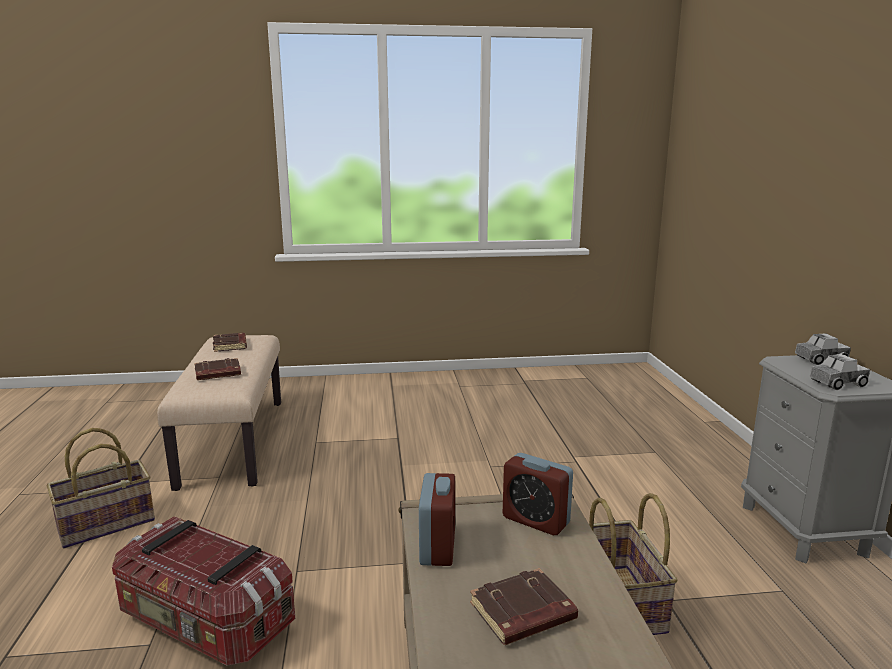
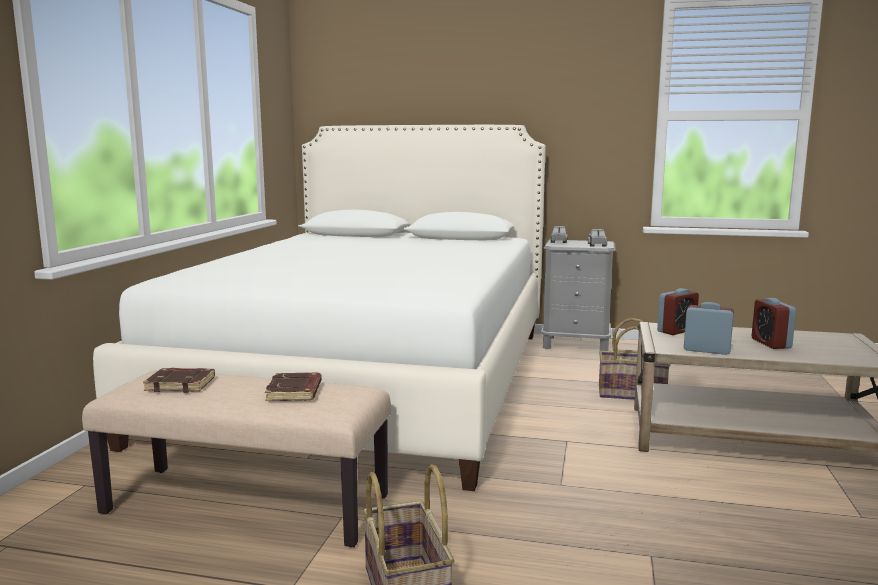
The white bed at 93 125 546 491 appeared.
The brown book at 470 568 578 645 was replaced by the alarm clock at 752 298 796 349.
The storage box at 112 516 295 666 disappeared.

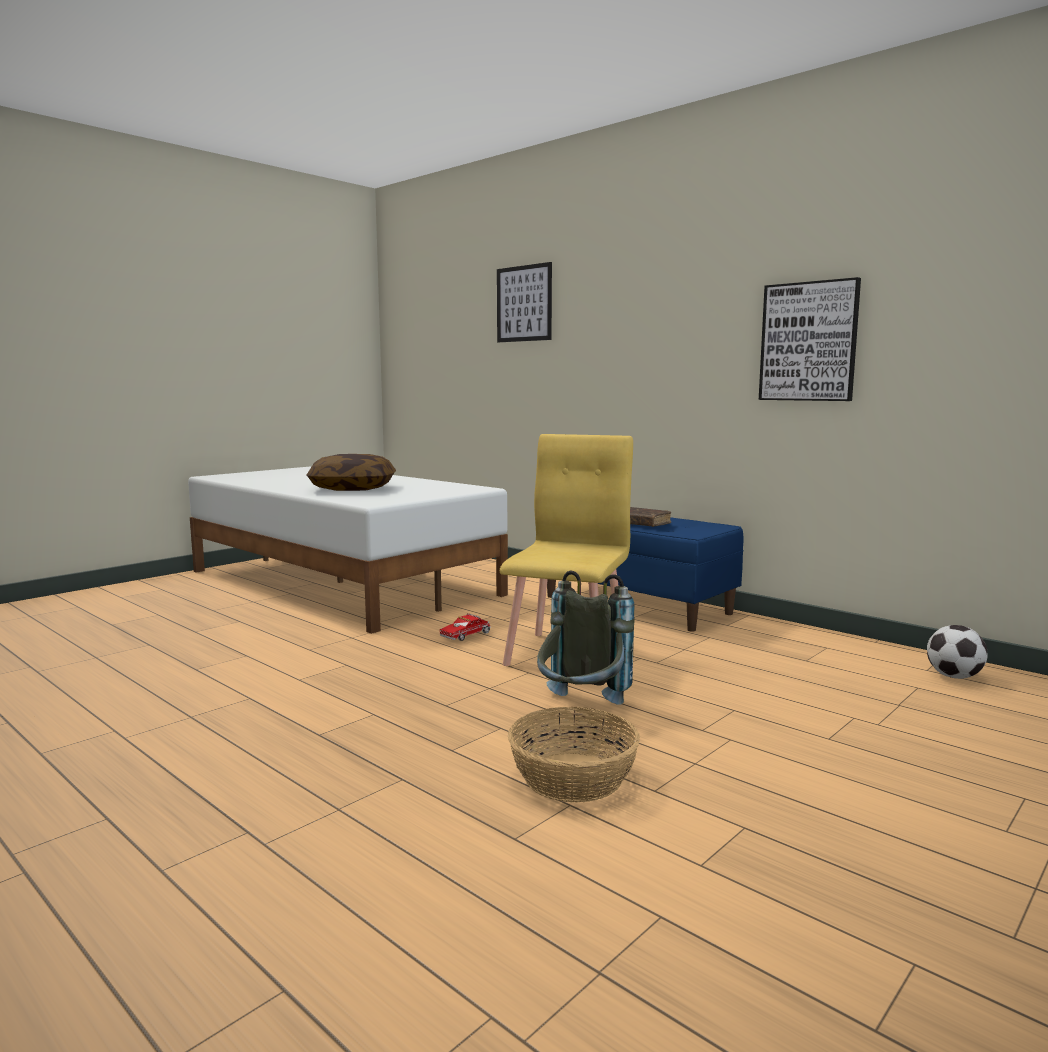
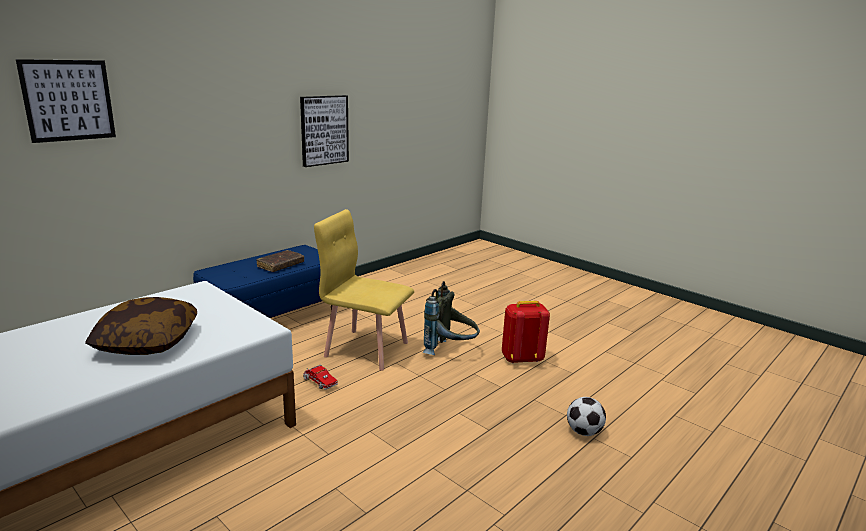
The basket at 508 707 640 803 was replaced by the red backpack at 502 301 550 363.
The football moved from 927 625 988 679 to 567 397 606 436.

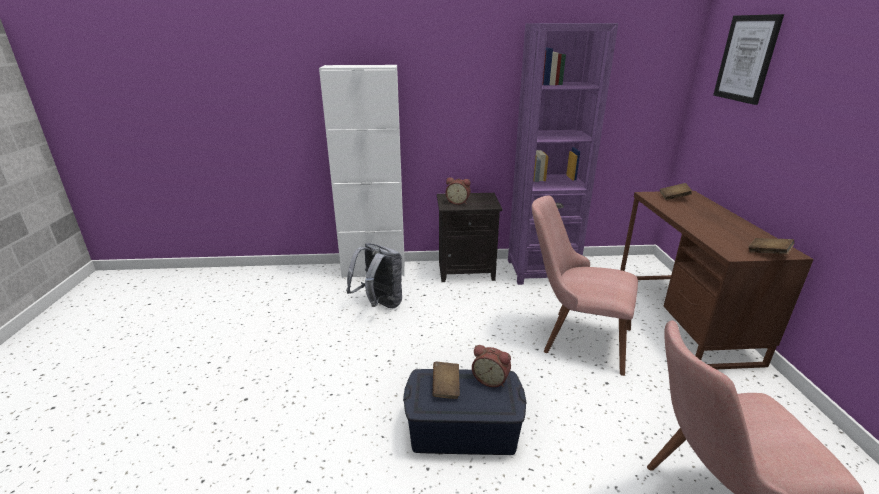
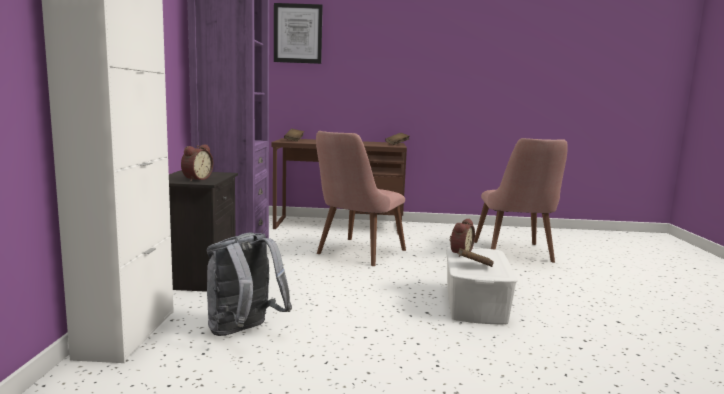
The blue storage box at 403 369 527 455 became the white storage box at 446 247 518 324.

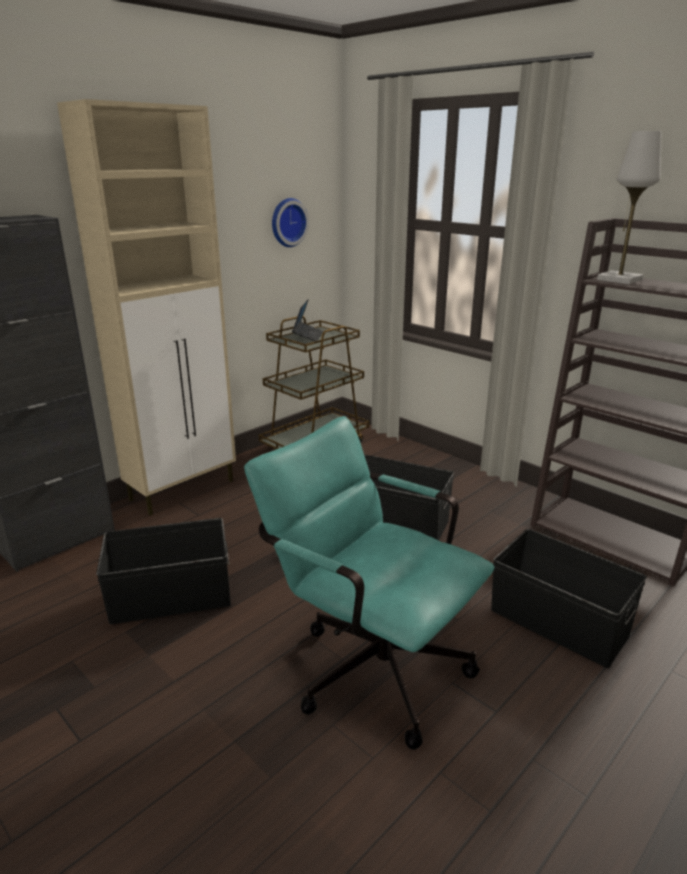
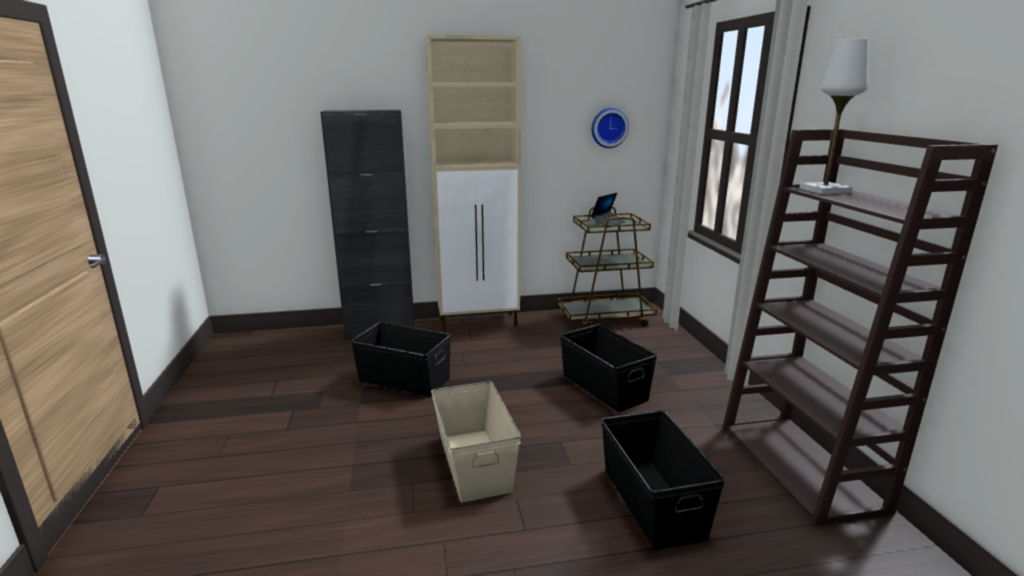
The turquoise office chair at 244 416 494 750 was replaced by the beige storage box at 431 381 521 503.

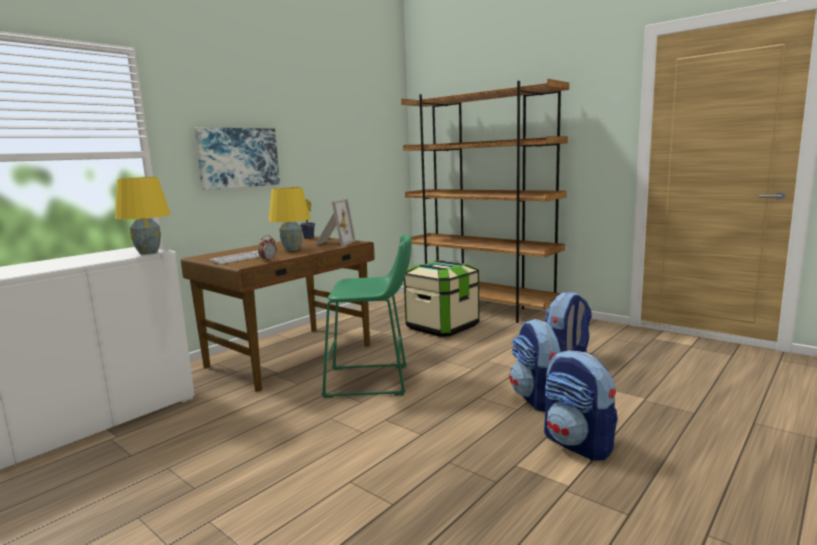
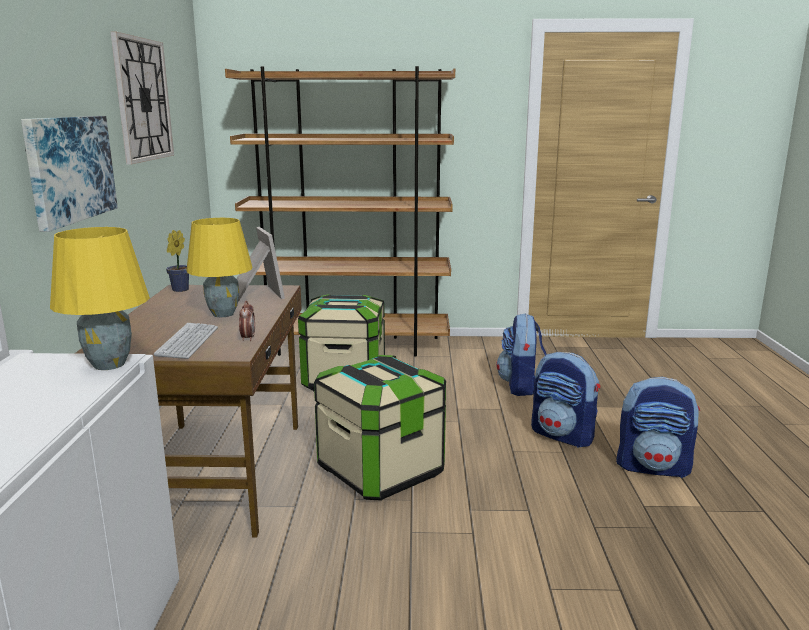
The wall clock at 111 32 174 164 appeared.
The green stool at 321 234 412 398 was replaced by the storage box at 314 355 446 501.

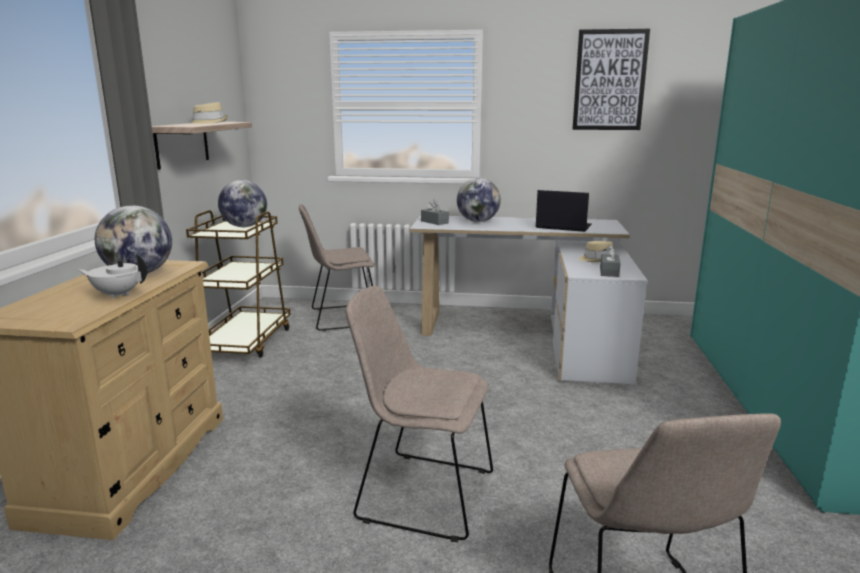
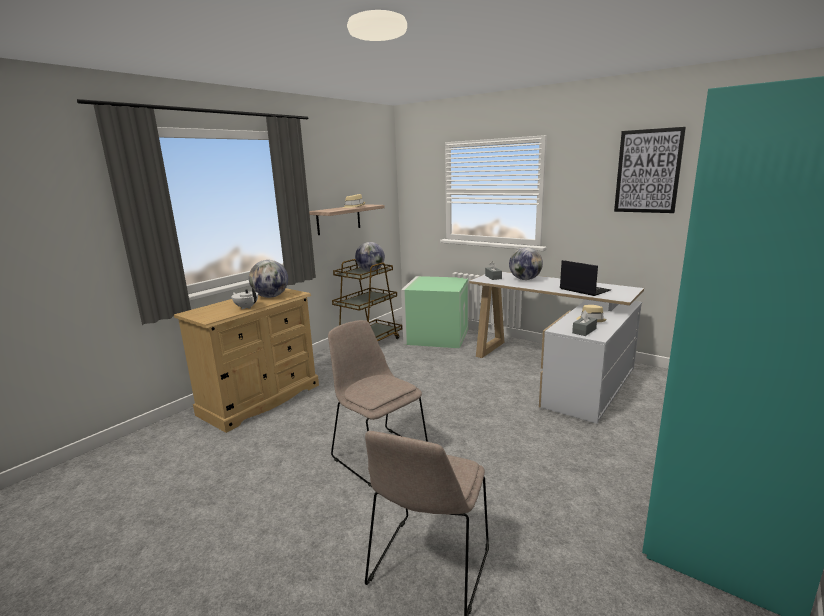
The beige chair at 299 204 374 331 was replaced by the green storage box at 401 276 468 348.

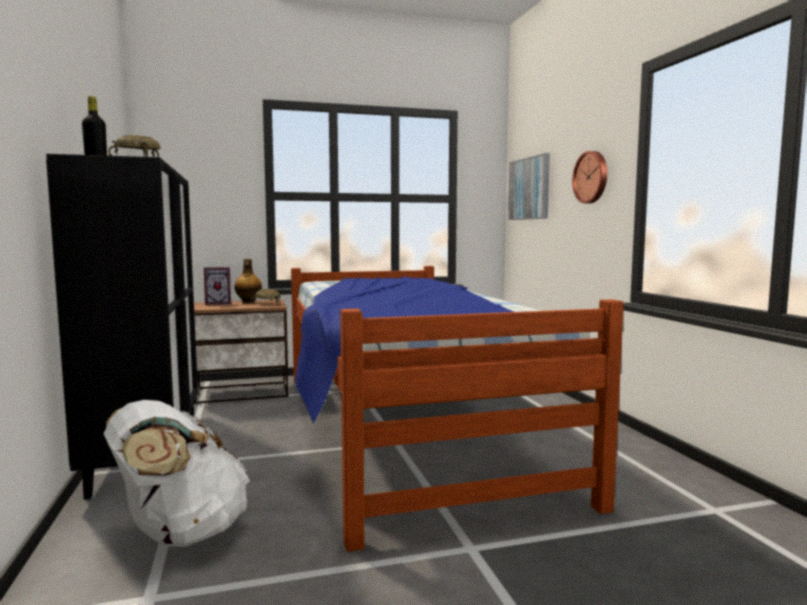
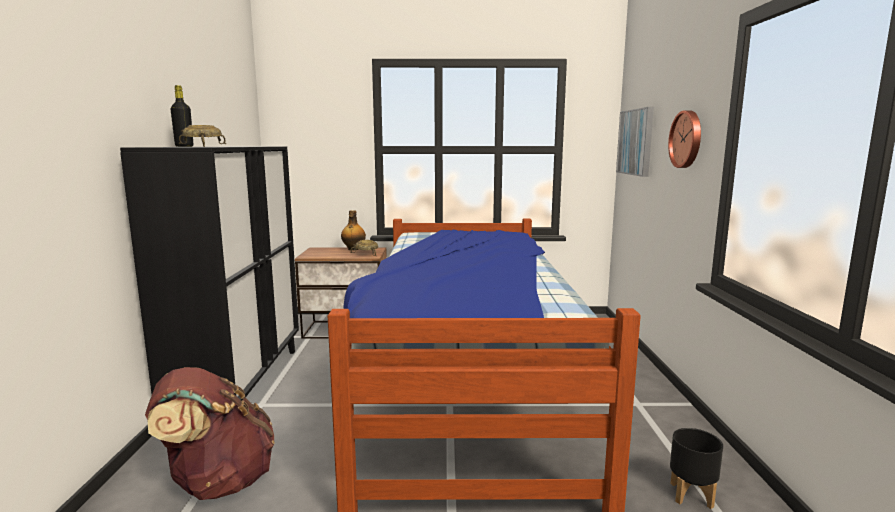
The white backpack at 104 400 250 547 became the brown backpack at 145 367 275 500.
The black planter at 670 428 723 509 appeared.
The picture frame at 204 267 231 305 disappeared.

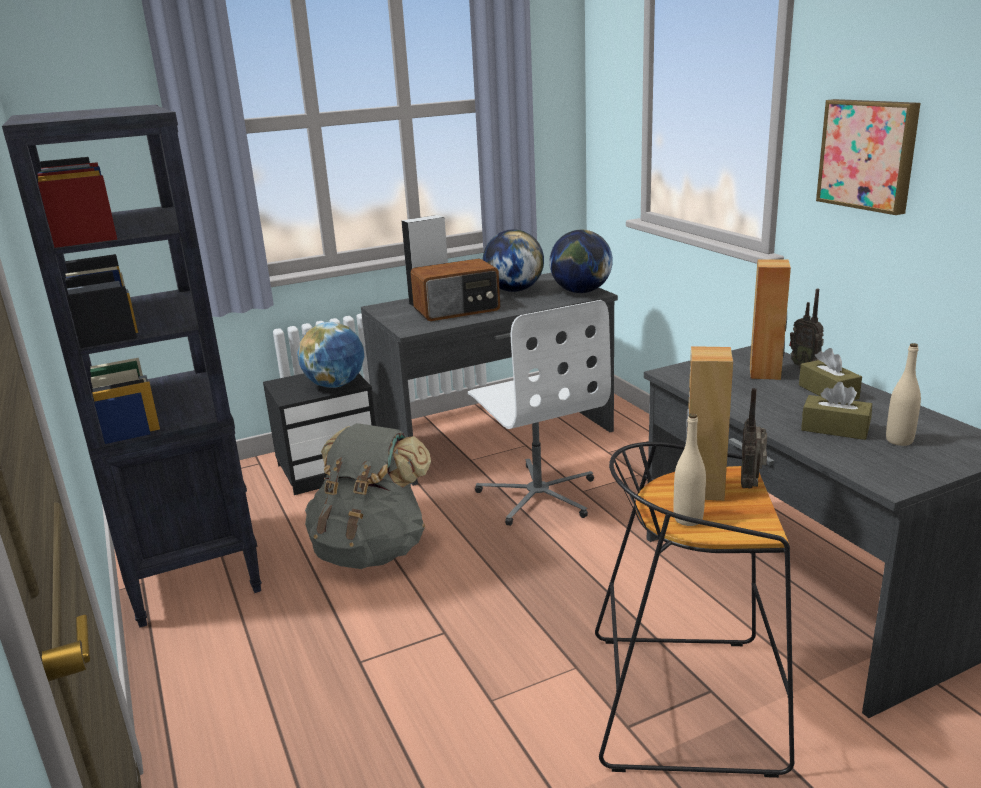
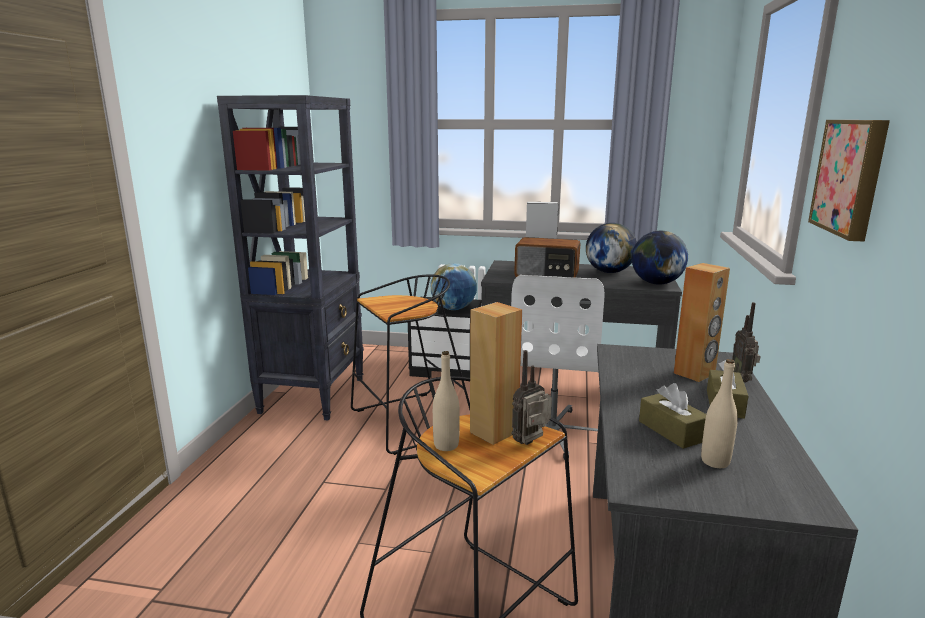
The grey backpack at 305 423 431 569 was replaced by the black stool at 351 275 470 455.

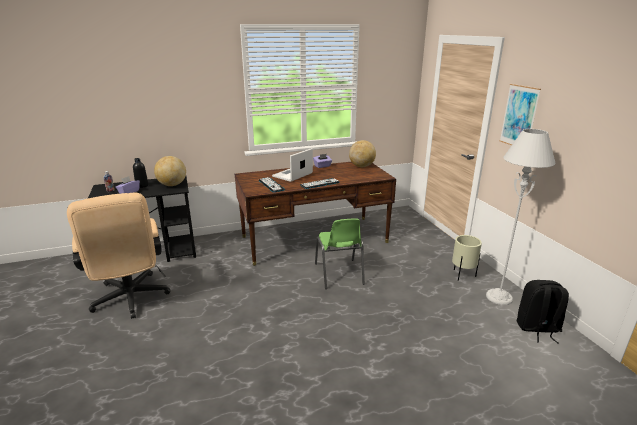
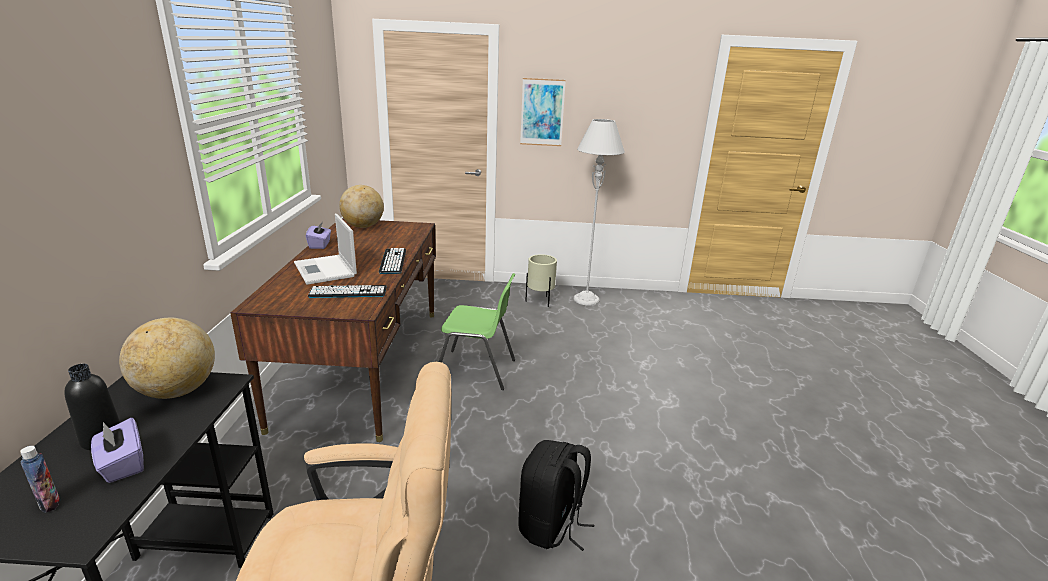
The black backpack moved from 517 280 569 344 to 518 440 594 551.

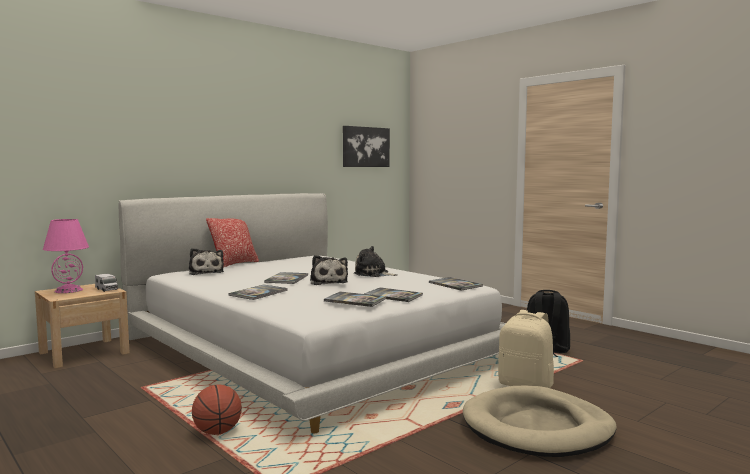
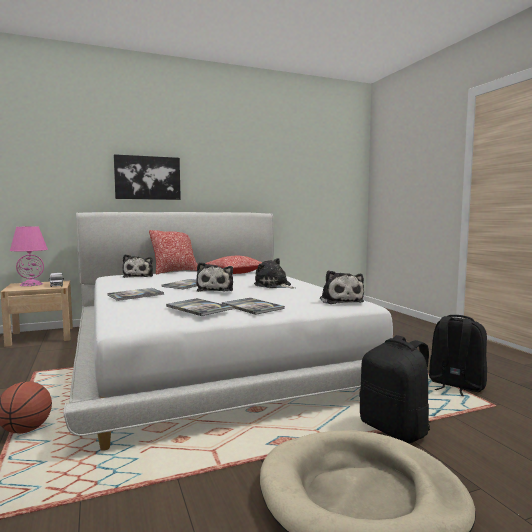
The picture moved from 343 126 390 167 to 114 154 181 200.
The pillow at 206 256 262 274 appeared.
The book at 429 277 483 291 was replaced by the plush toy at 320 270 364 304.
The beige backpack at 498 310 554 388 became the black backpack at 359 335 431 443.

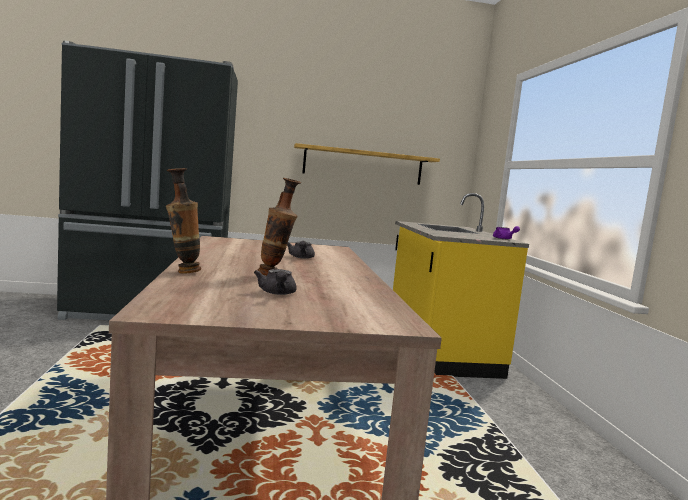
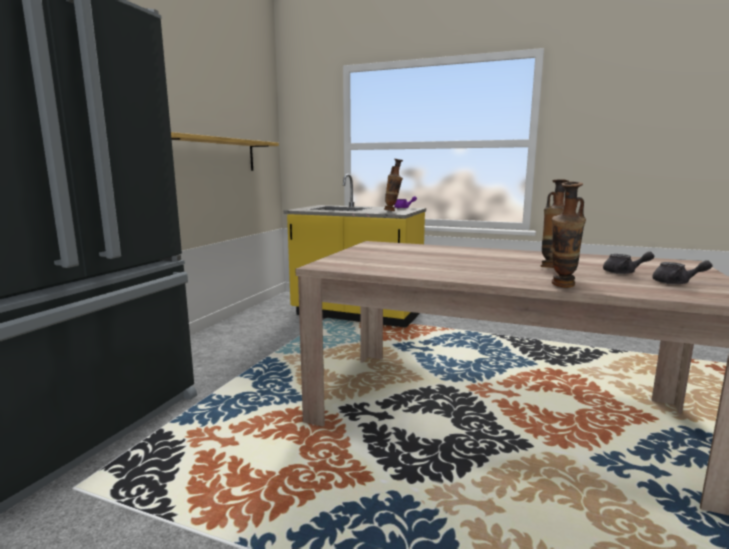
The vase at 384 159 403 211 appeared.
The grey teapot moved from 287 241 315 259 to 652 260 712 285.

